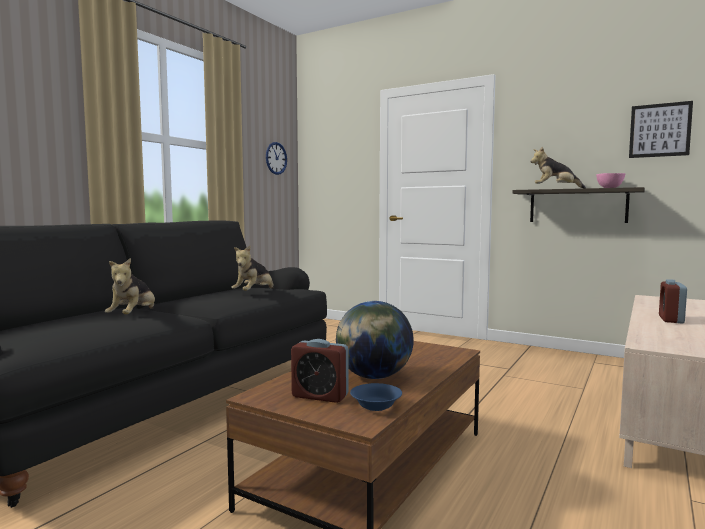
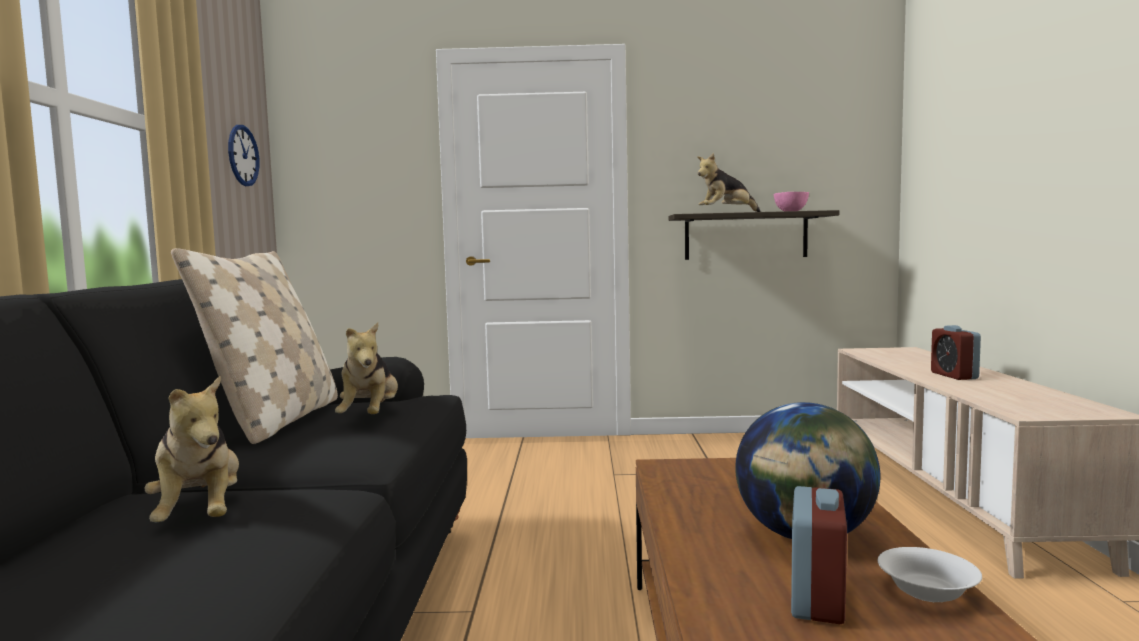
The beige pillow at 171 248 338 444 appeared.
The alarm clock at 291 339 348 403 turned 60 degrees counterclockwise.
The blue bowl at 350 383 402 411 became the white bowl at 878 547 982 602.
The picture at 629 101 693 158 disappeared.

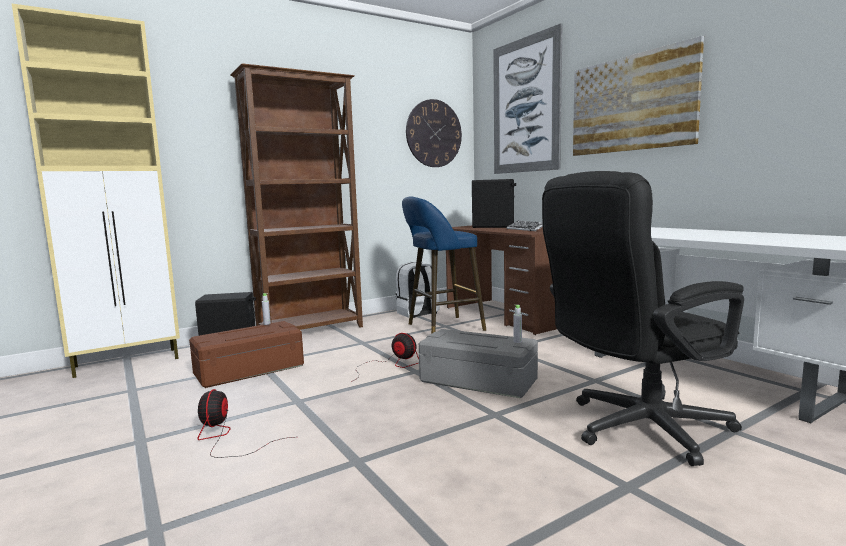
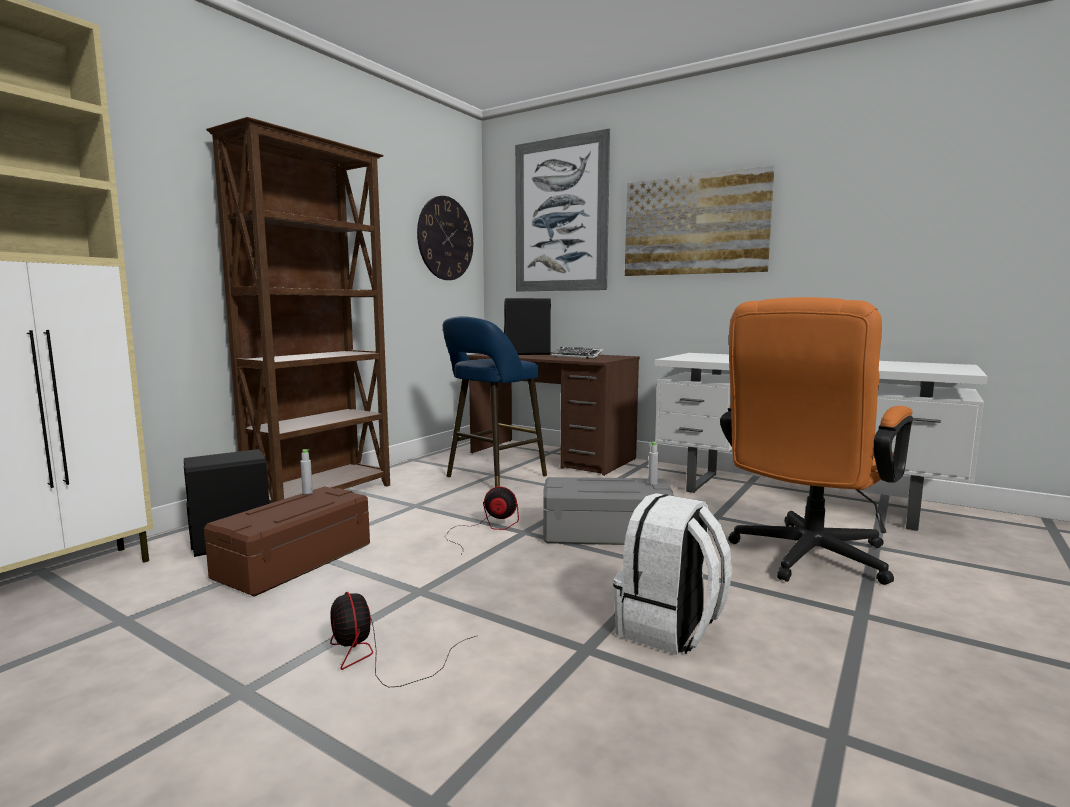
The white backpack moved from 395 262 440 318 to 613 493 732 655.
The black office chair at 542 171 744 466 became the orange office chair at 720 297 913 585.

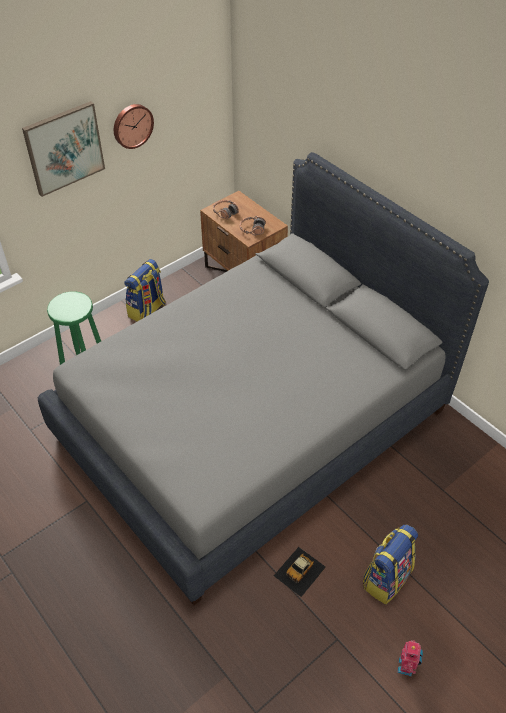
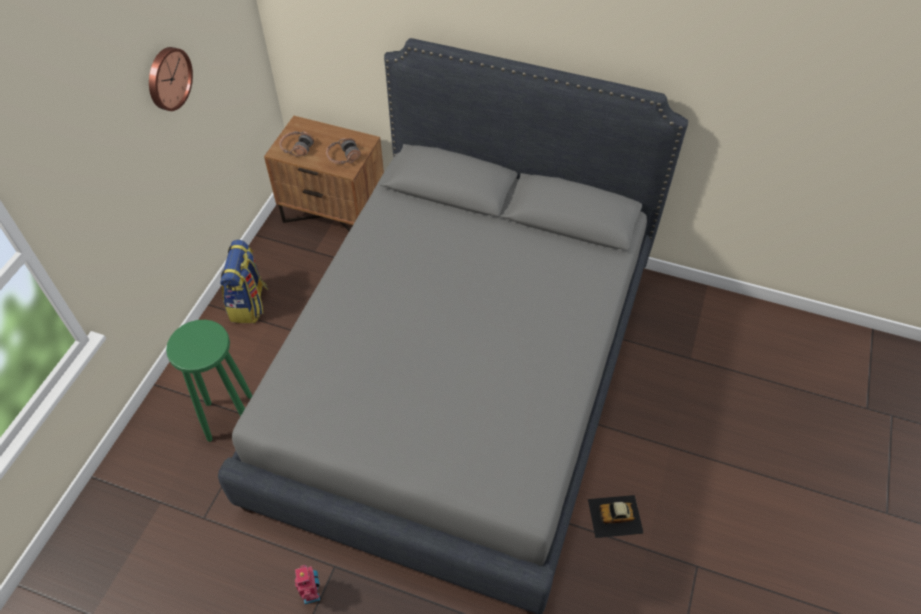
The toy robot moved from 397 640 423 676 to 295 565 320 605.
The toy car at 274 547 326 597 turned 75 degrees clockwise.
The picture at 22 101 105 197 disappeared.
The backpack at 363 524 418 605 disappeared.

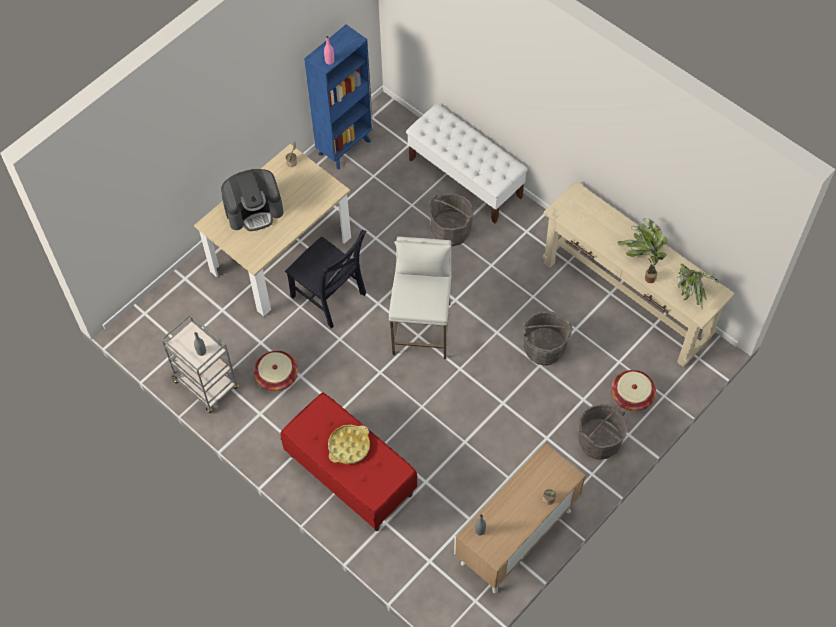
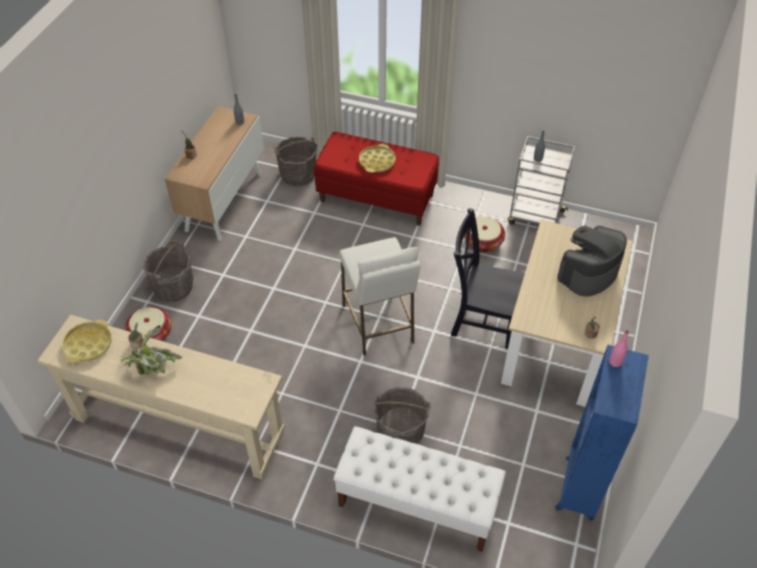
The potted plant at 678 263 719 309 was replaced by the yellow tray at 62 320 112 363.
The grey bucket moved from 523 311 572 366 to 273 136 317 186.

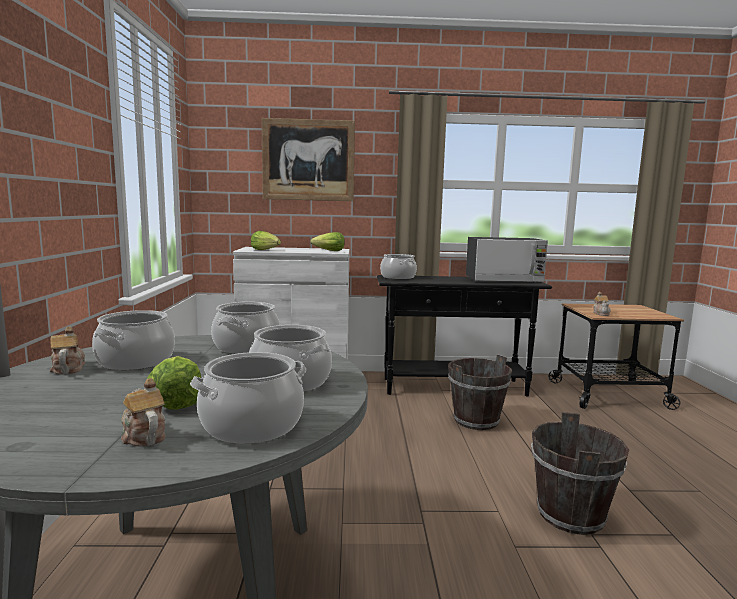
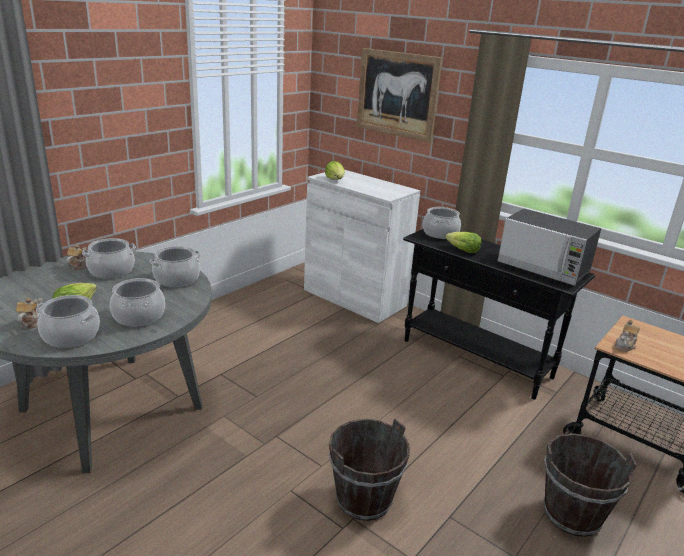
The lettuce moved from 310 232 345 251 to 445 232 481 253.
The brown bucket moved from 448 355 512 430 to 543 433 637 537.

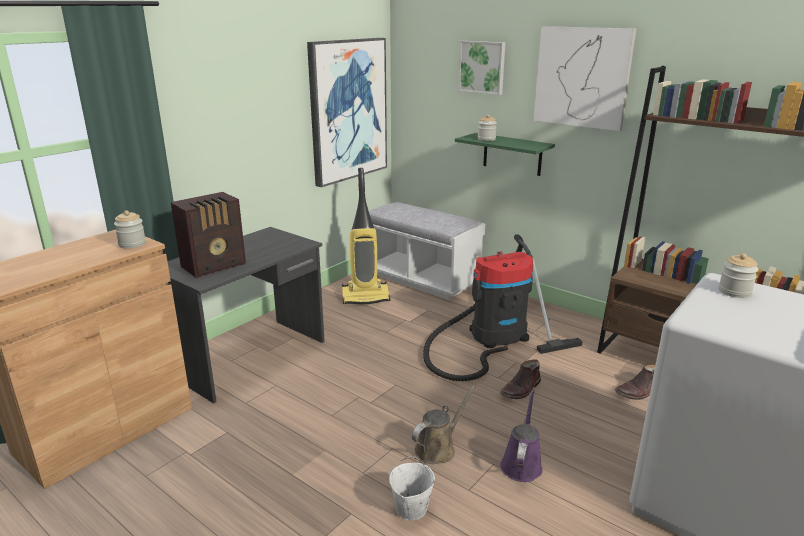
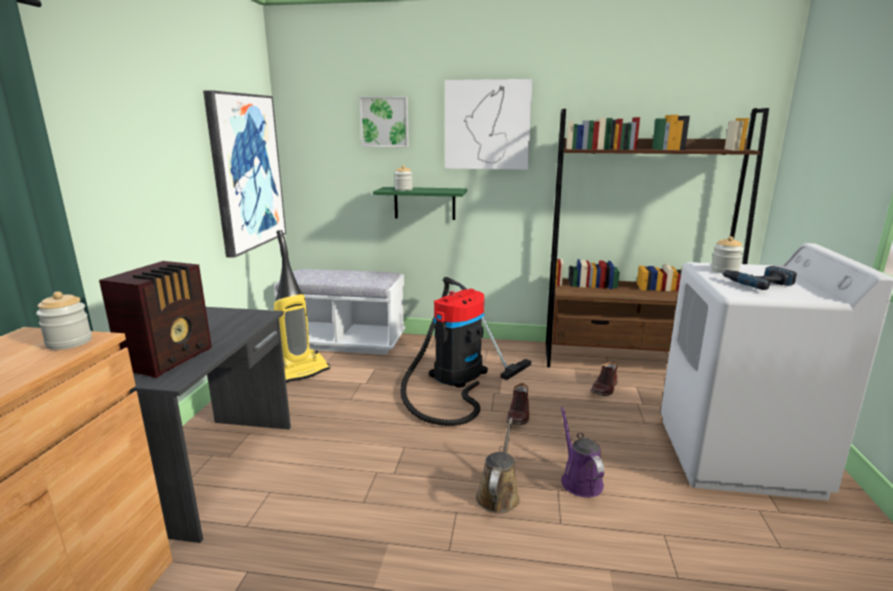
The power drill at 722 266 797 290 appeared.
The white bucket at 389 457 435 520 disappeared.

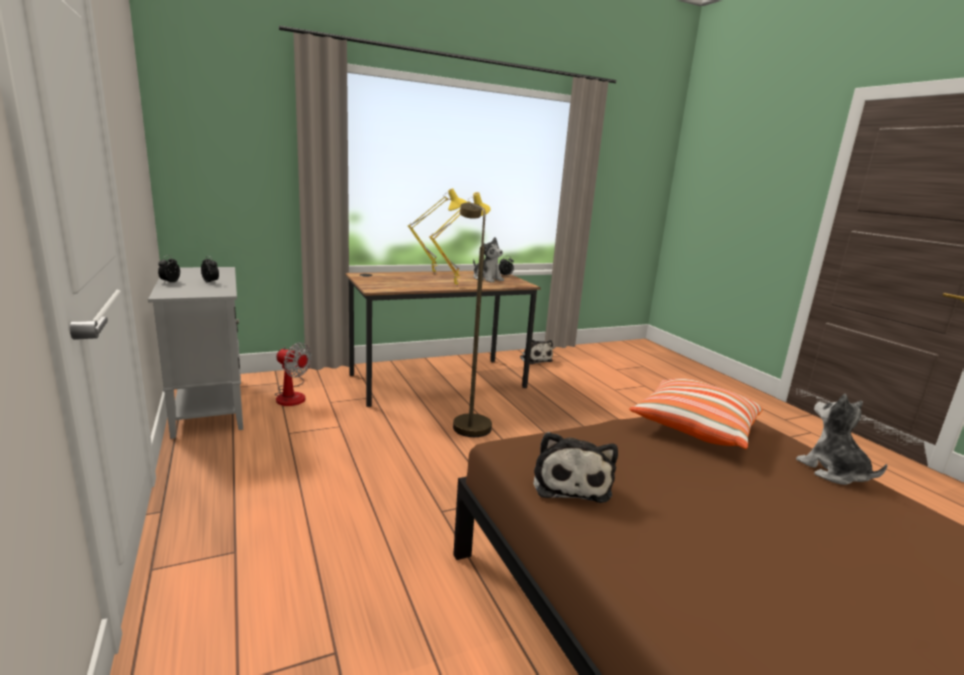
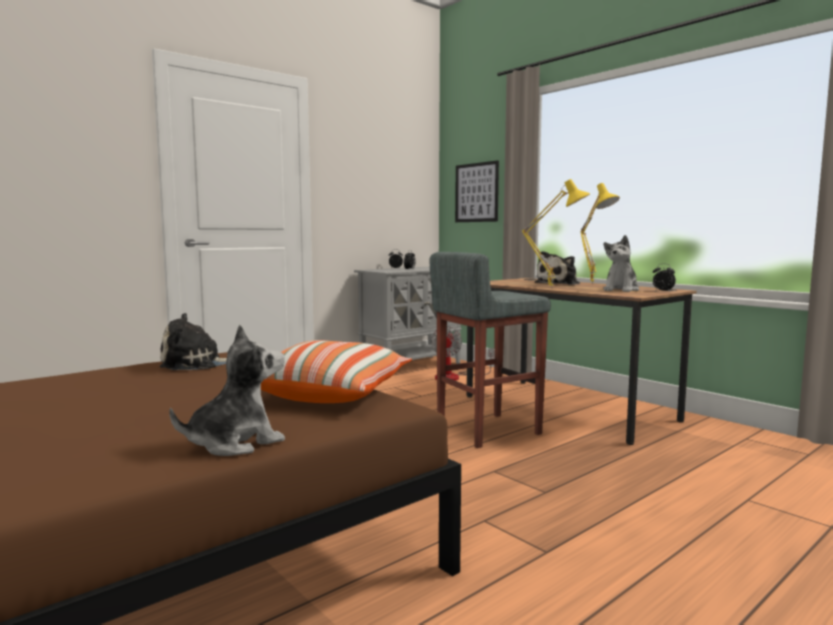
The brown floor lamp at 453 203 492 437 was replaced by the grey stool at 429 252 551 448.
The picture at 455 160 499 222 appeared.
The plush toy moved from 520 340 553 364 to 535 251 580 285.

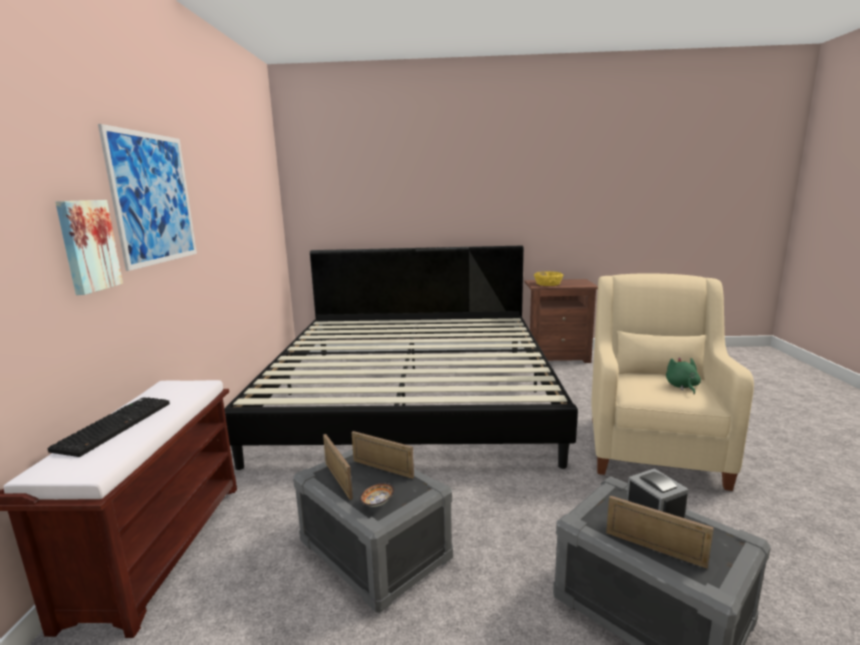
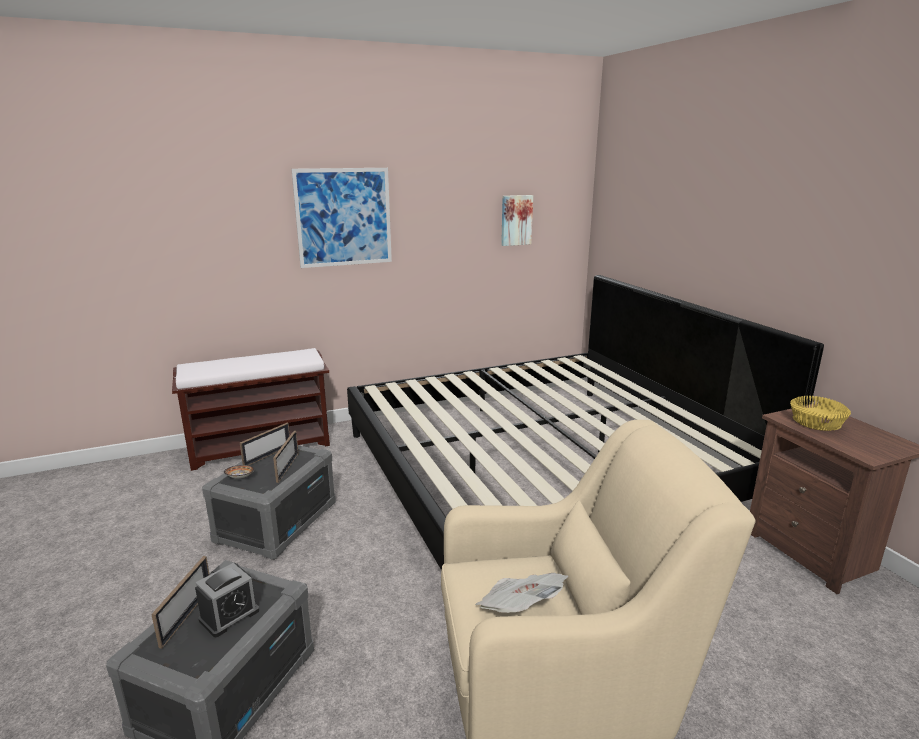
The green plush toy at 666 357 701 394 was replaced by the newspaper at 475 573 568 613.
The picture moved from 55 200 123 295 to 501 195 533 246.
The keyboard at 47 397 170 457 disappeared.

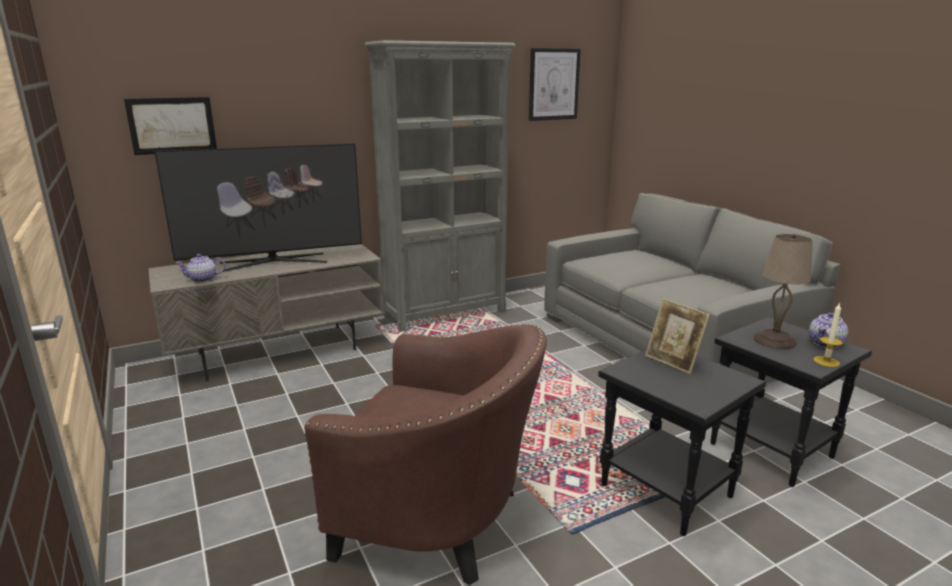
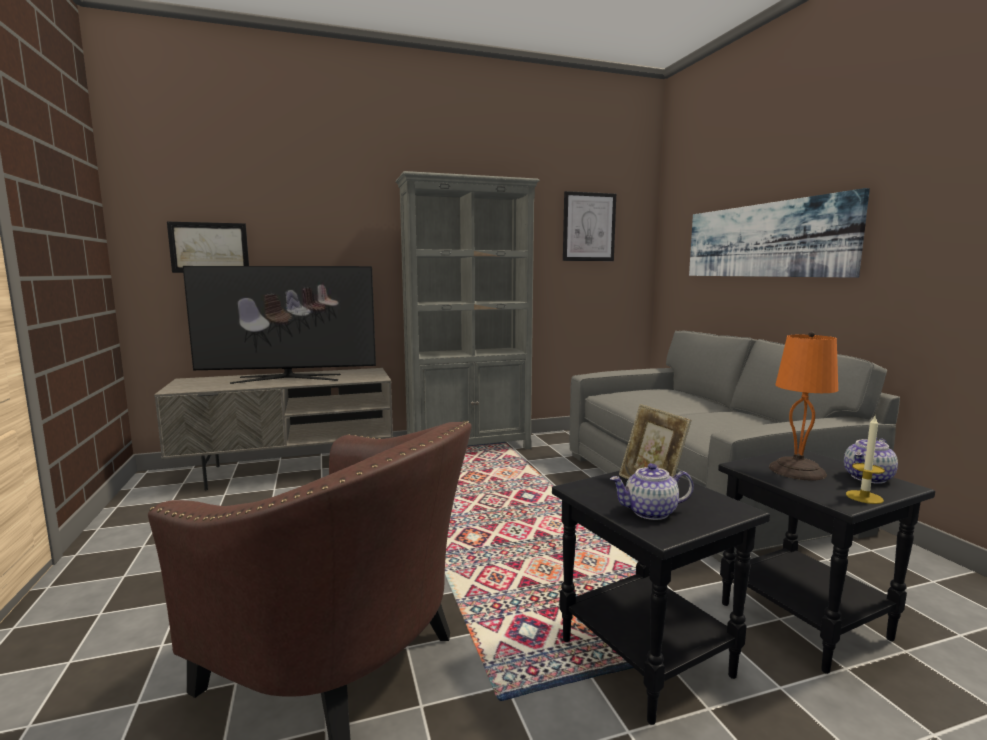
The teapot moved from 176 254 225 282 to 610 463 694 520.
The picture at 689 188 870 278 appeared.
The beige table lamp at 753 234 813 349 became the orange table lamp at 769 332 838 480.

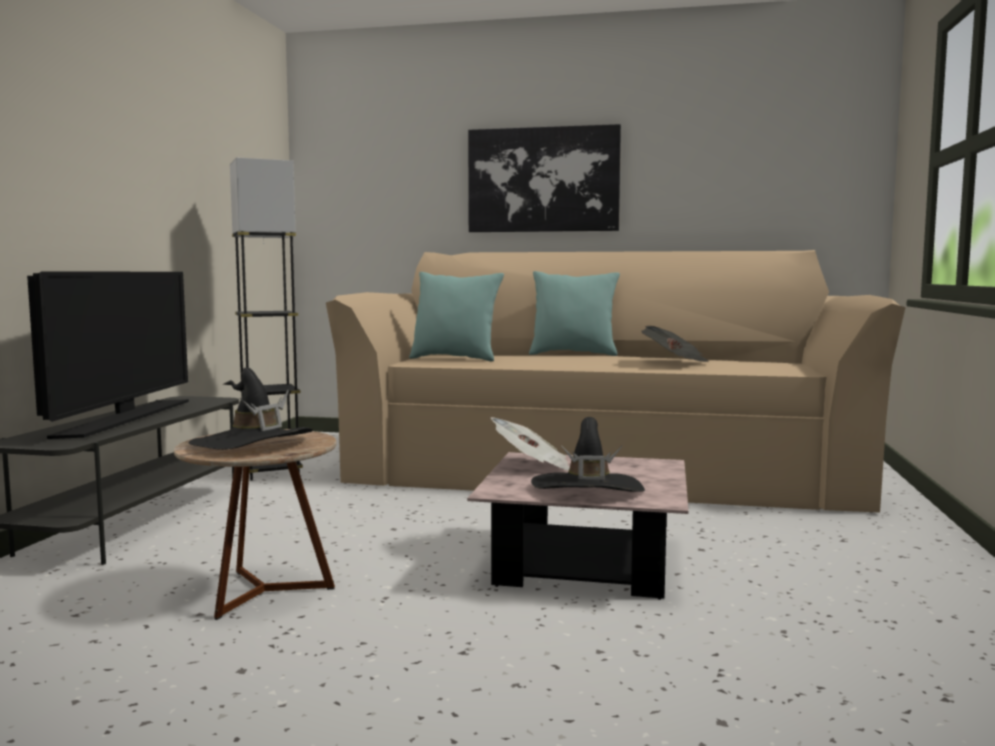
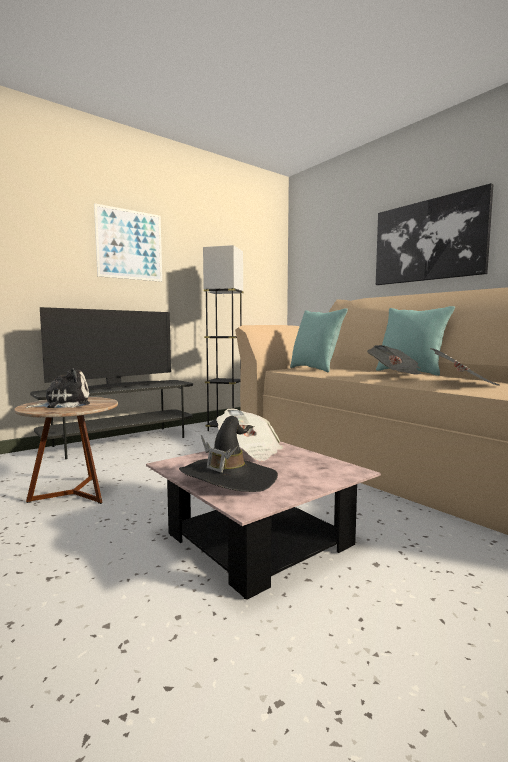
The black hat at 189 367 313 450 was replaced by the plush toy at 25 368 90 408.
The picture at 94 203 162 282 appeared.
The newspaper at 367 345 422 374 appeared.

